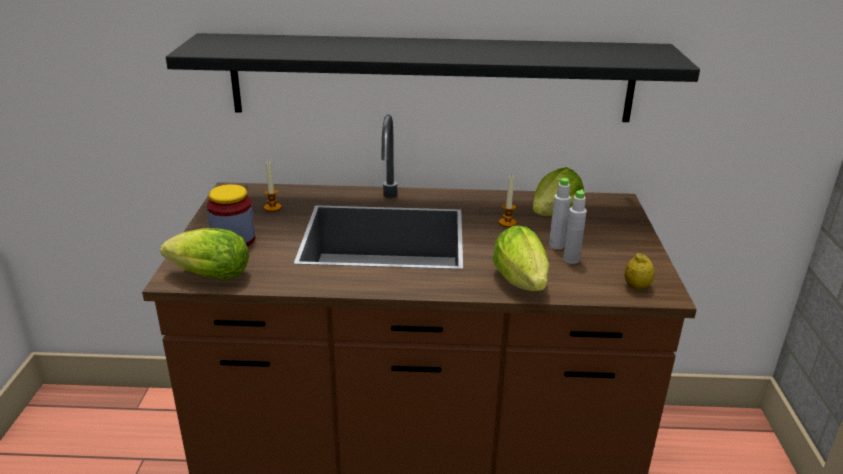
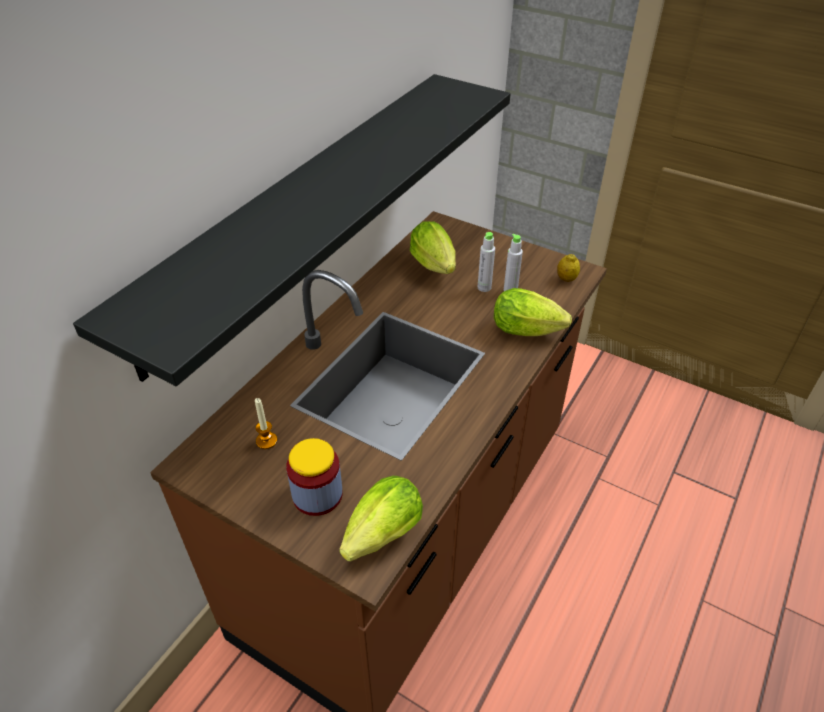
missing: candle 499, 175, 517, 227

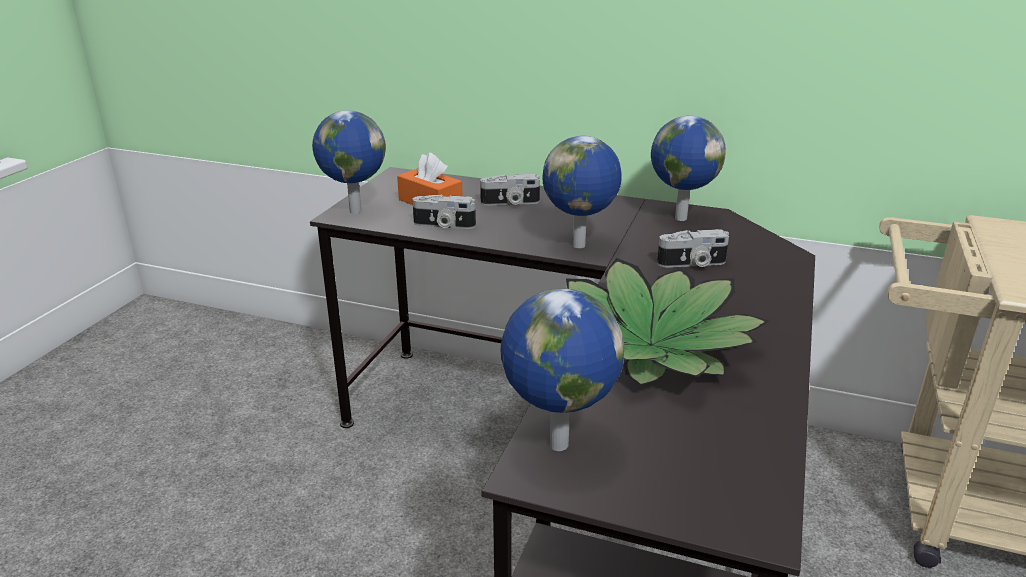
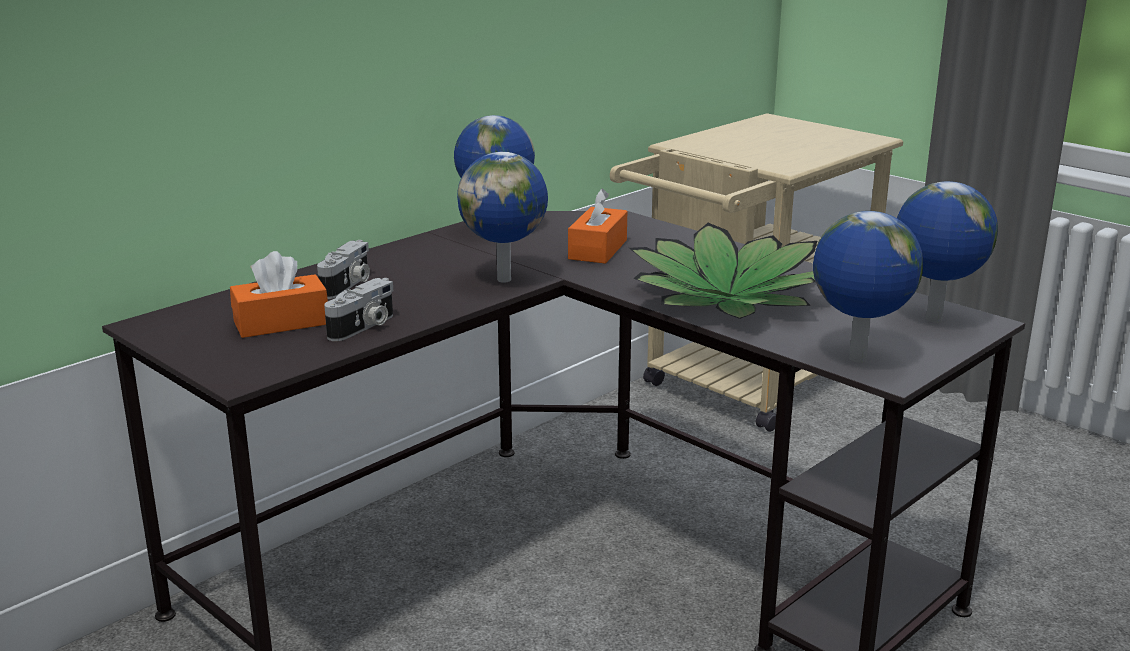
relocated: globe 312, 110, 386, 214 to 897, 181, 998, 323
exchanged: photo camera 657, 229, 729, 268 to orange tissue box 568, 189, 627, 264

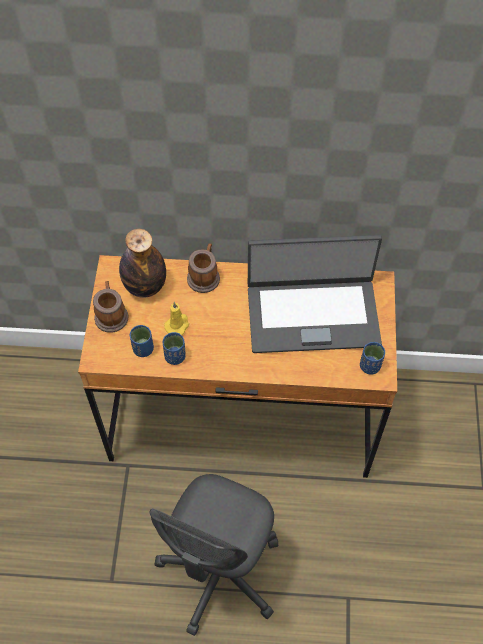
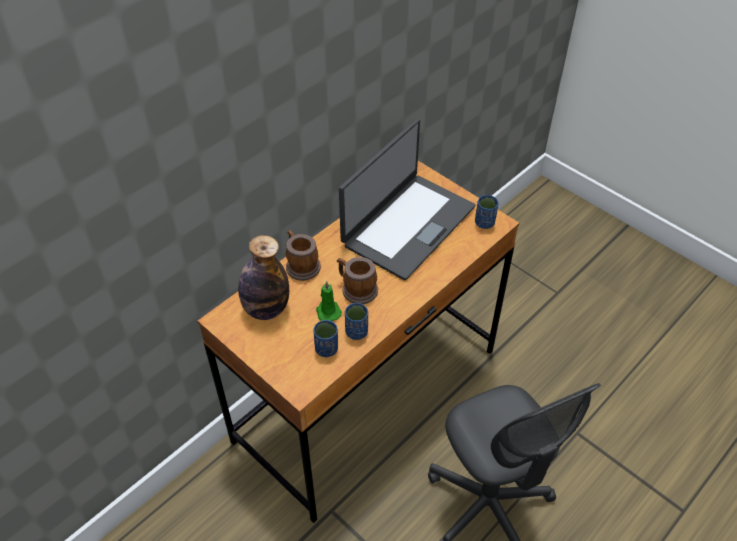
relocated: mug 93, 281, 129, 333 to 337, 257, 378, 304
colour: yellow candle 164, 302, 189, 335 to green candle 316, 281, 342, 321

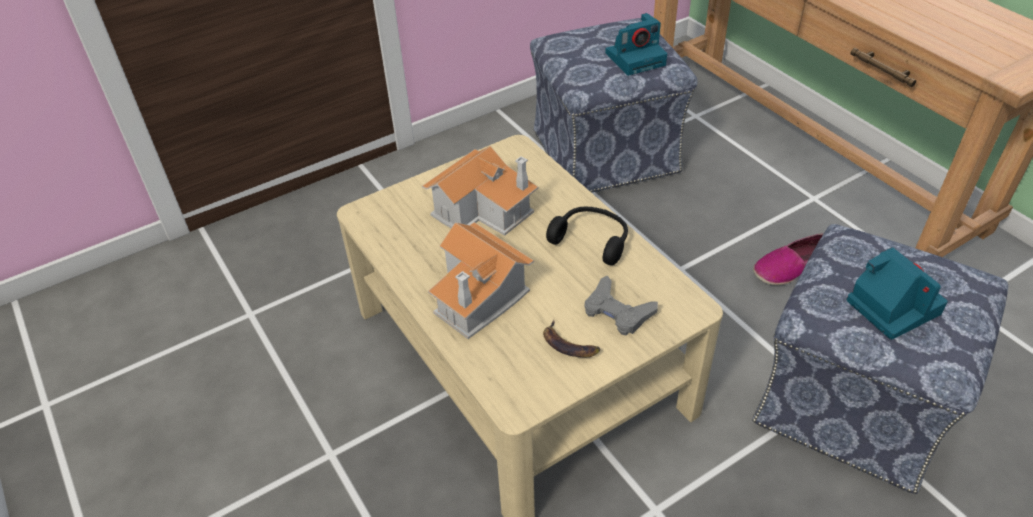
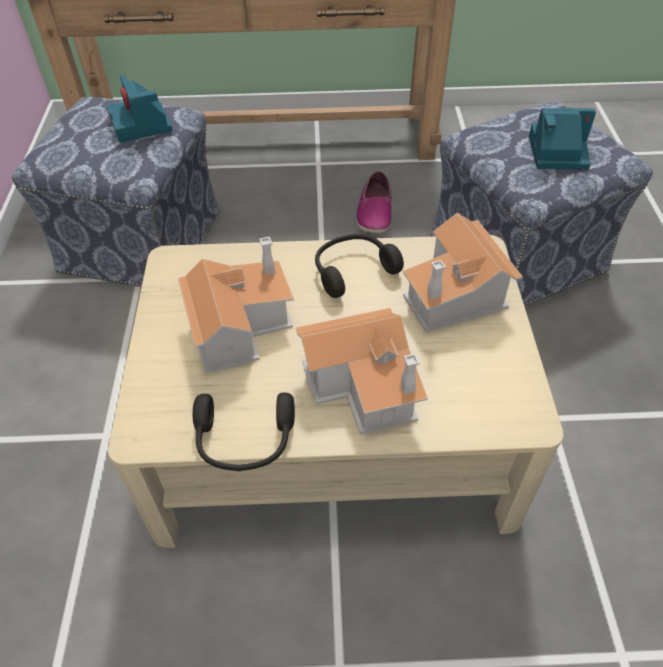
missing: banana 543, 320, 600, 357
appeared: black headphones 193, 393, 295, 471
exchanged: grey game controller 584, 276, 658, 336 to toy house 403, 213, 523, 332
spun: photo camera 605, 13, 667, 76 = 107, 75, 172, 143 150 degrees clockwise

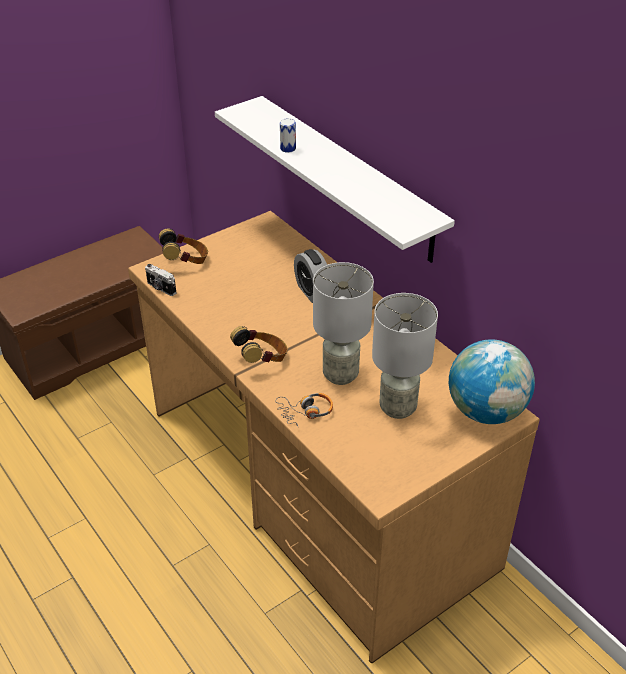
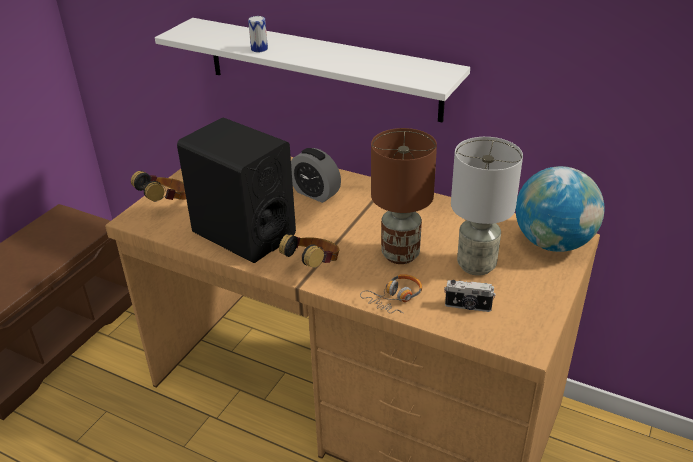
appeared: black speaker 177, 117, 296, 263
relocated: photo camera 145, 264, 176, 296 to 444, 280, 496, 312
colour: grey table lamp 313, 262, 374, 385 to brown table lamp 371, 128, 437, 264

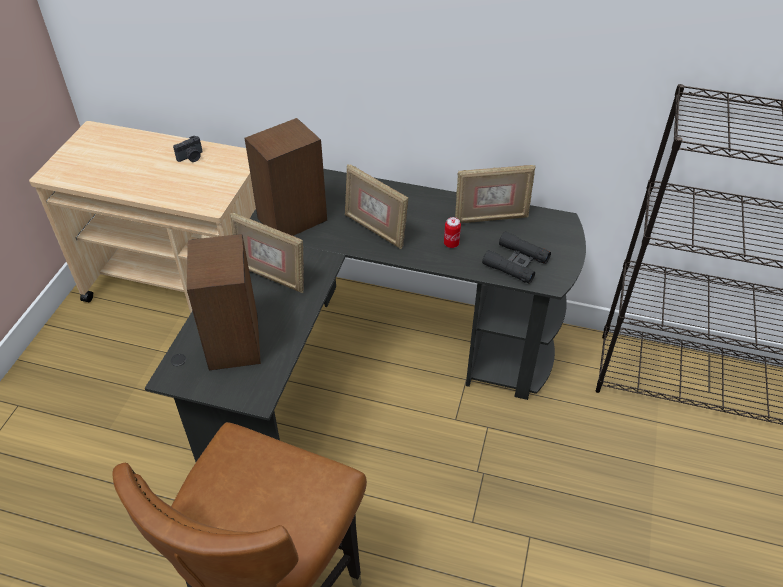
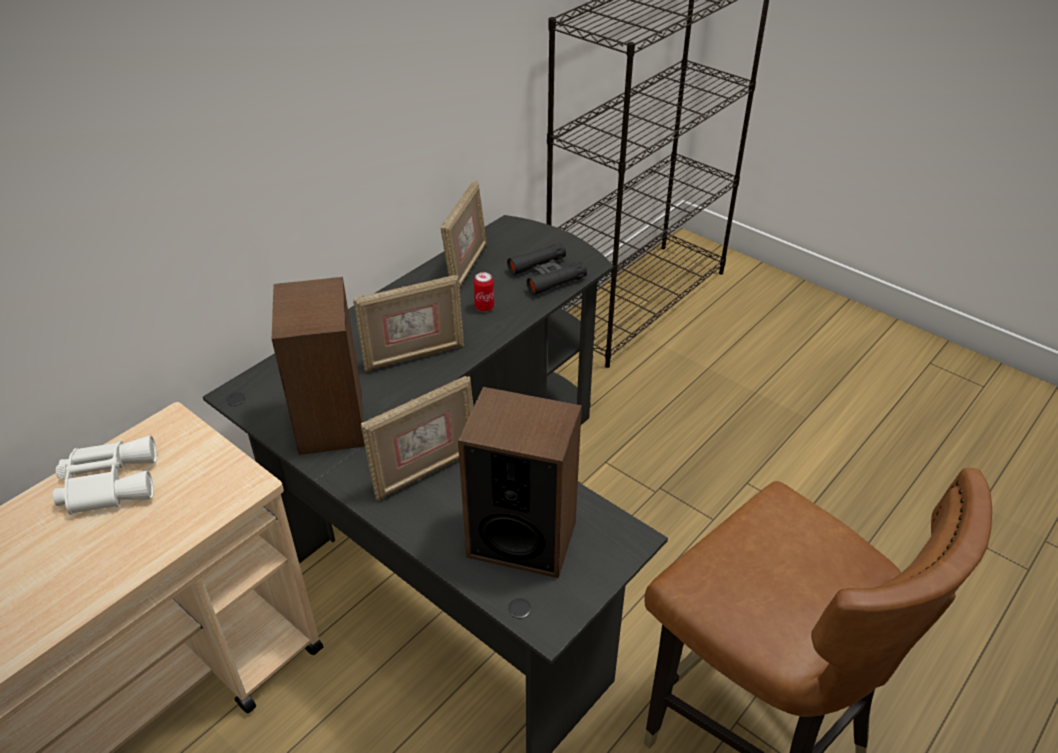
exchanged: photo camera 173, 136, 203, 162 to white binoculars 53, 436, 157, 515

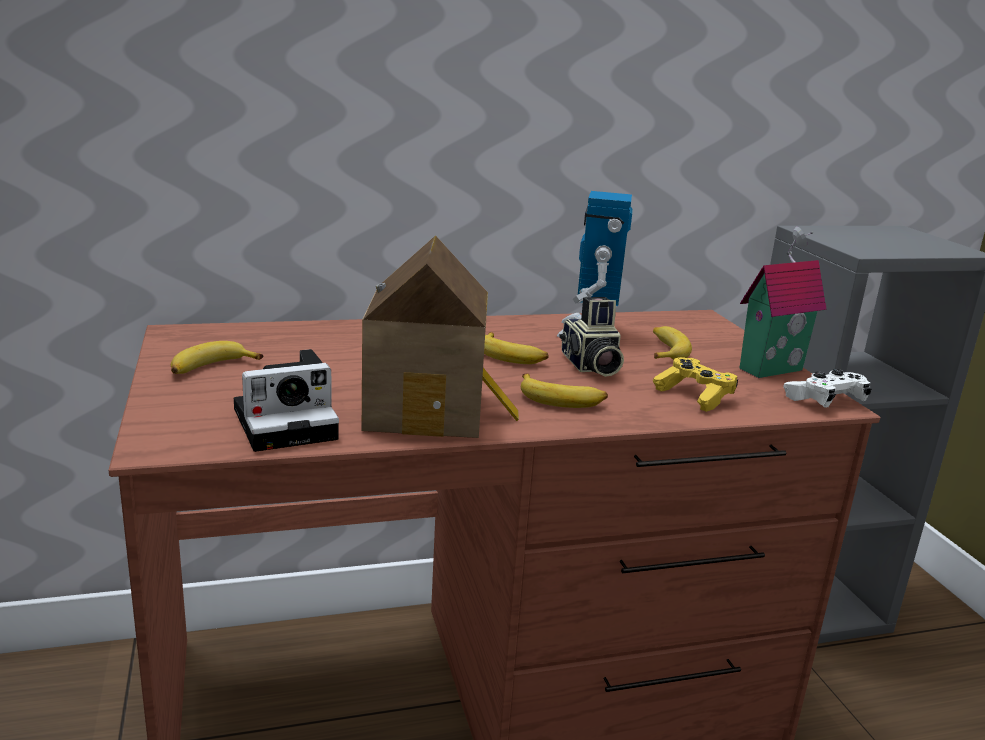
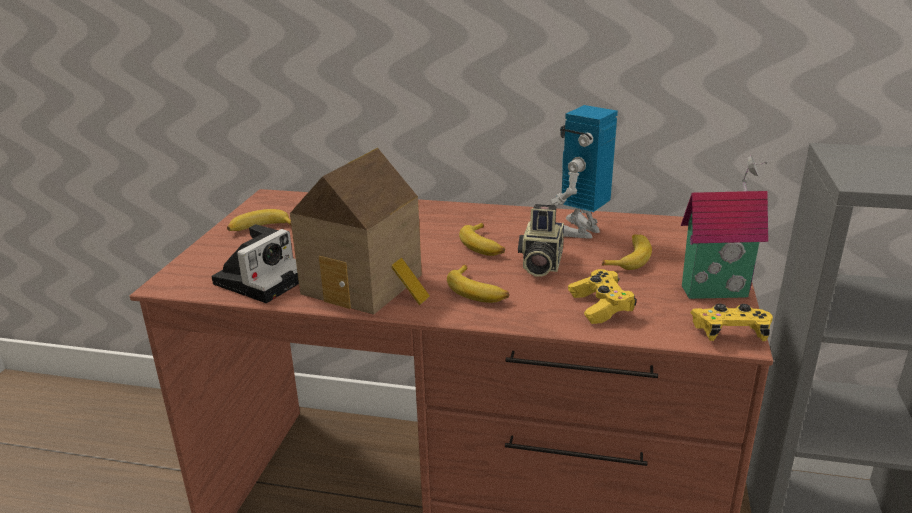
colour: white game controller 783, 369, 871, 407 to yellow game controller 690, 304, 773, 341
spun: photo camera 234, 349, 339, 452 = 211, 224, 299, 303 60 degrees counterclockwise

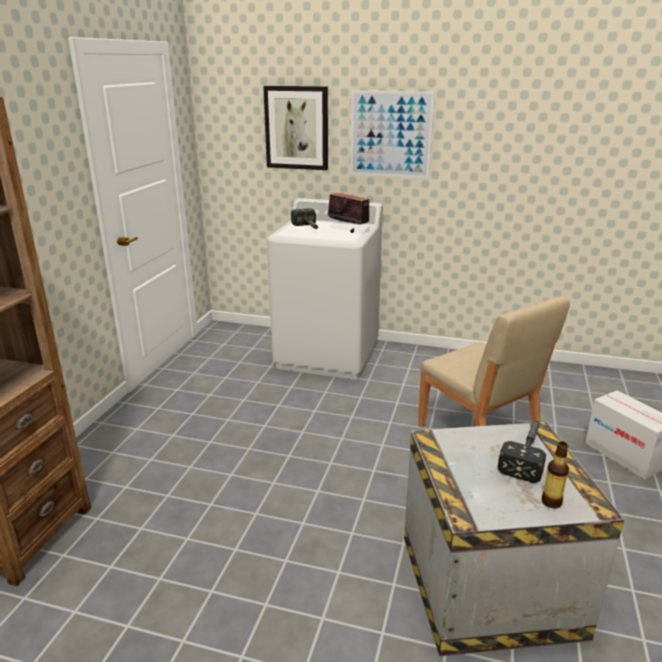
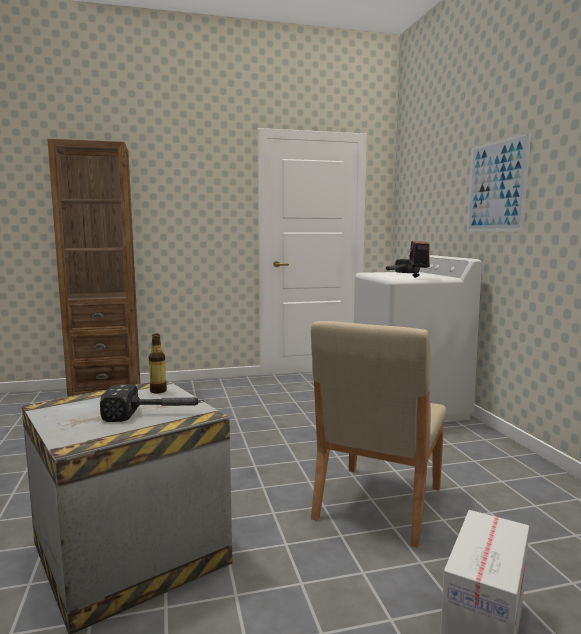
missing: picture 263, 86, 328, 170
relocated: bottle 542, 441, 569, 508 to 149, 334, 167, 394

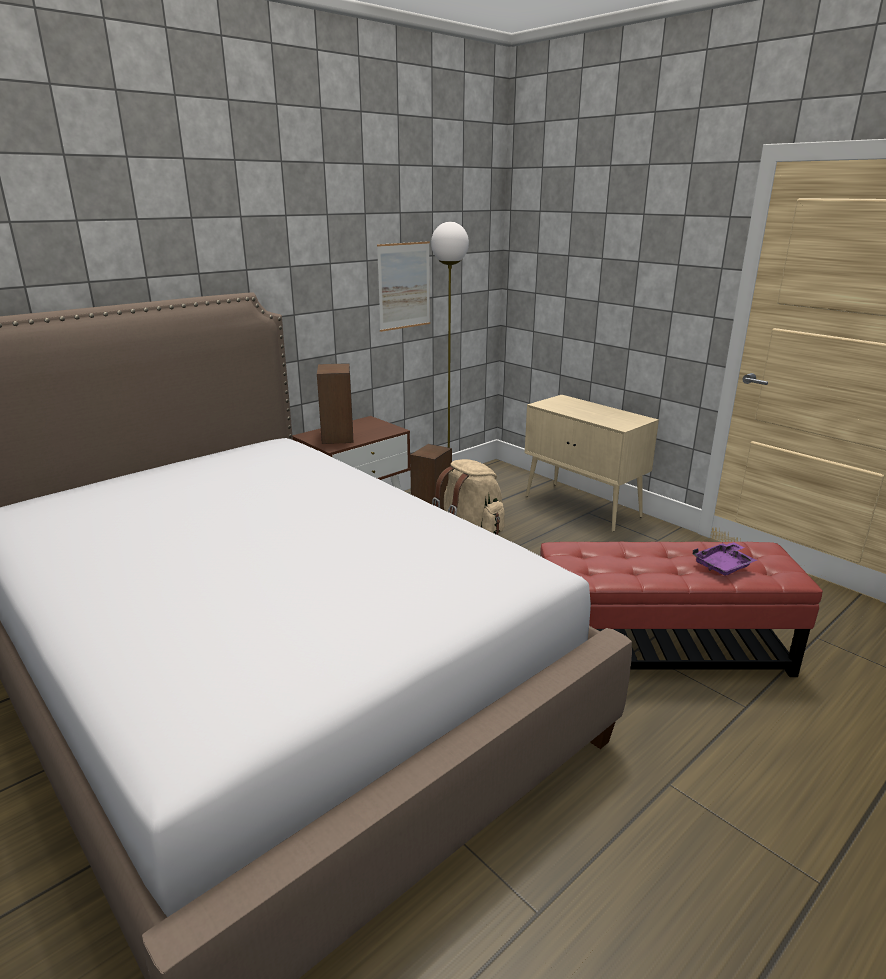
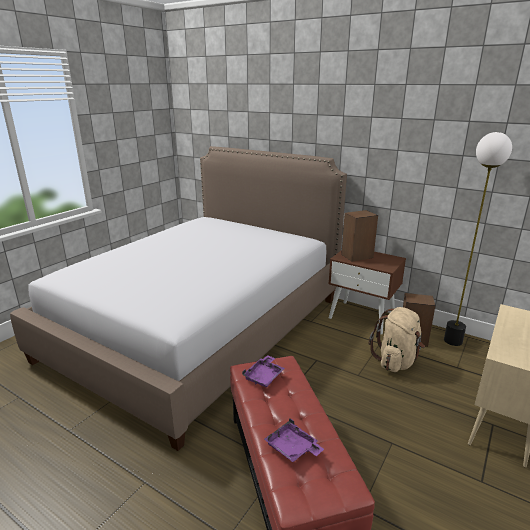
missing: picture 377, 241, 430, 332
appeared: purple tray 242, 355, 285, 387

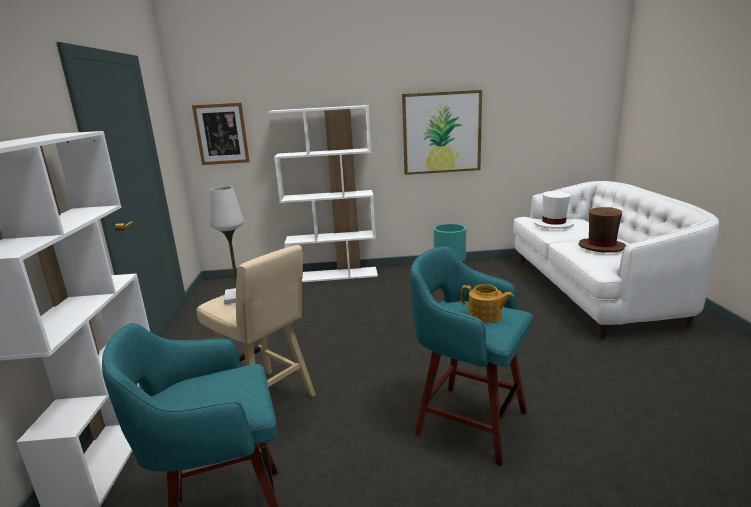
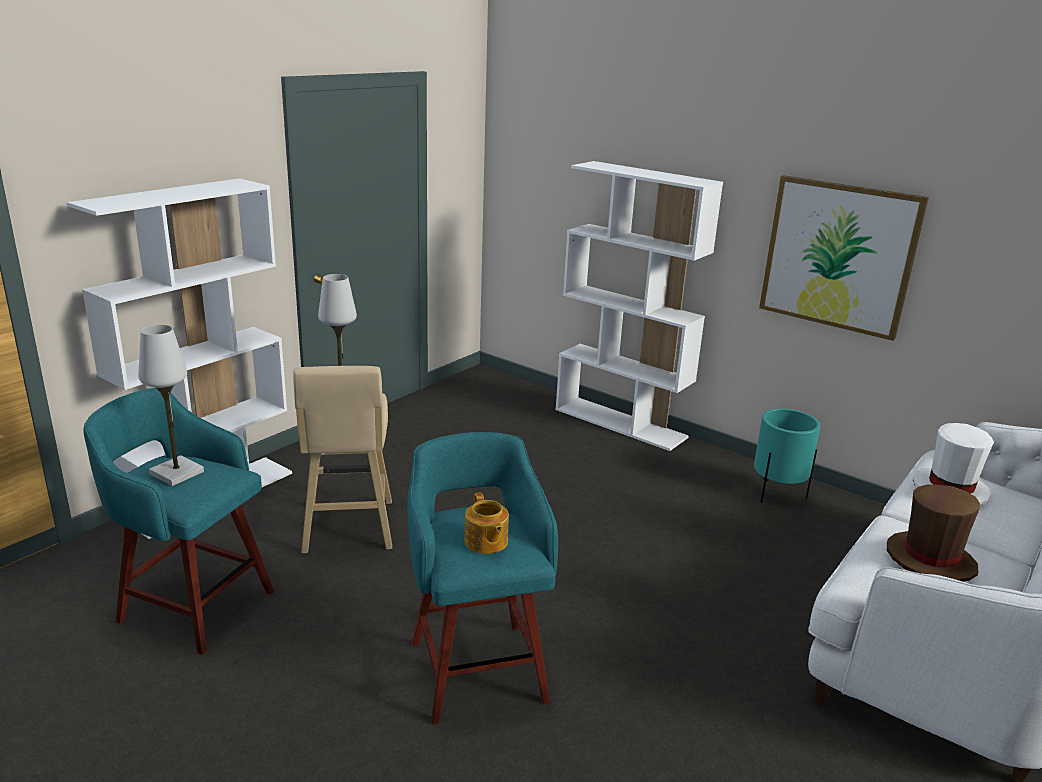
missing: picture 192, 103, 250, 165
appeared: white table lamp 138, 325, 204, 486

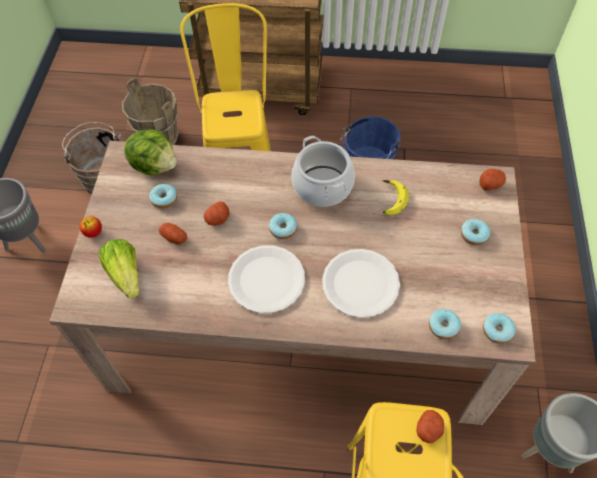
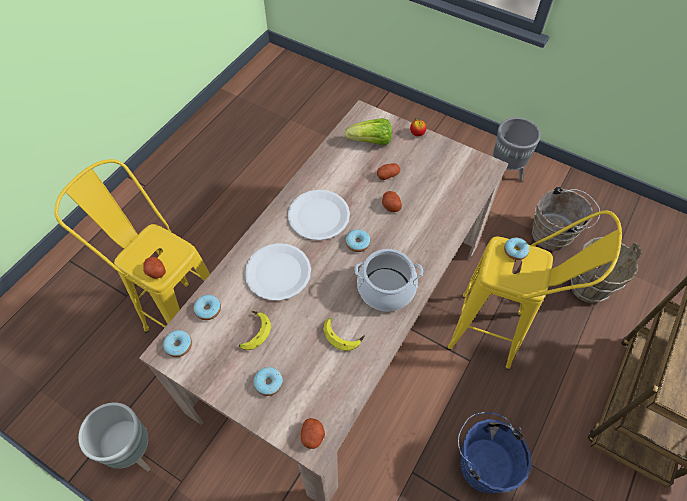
missing: lettuce 124, 130, 177, 175
appeared: banana 239, 311, 271, 350
relocated: donut 149, 184, 177, 209 to 504, 238, 529, 260

